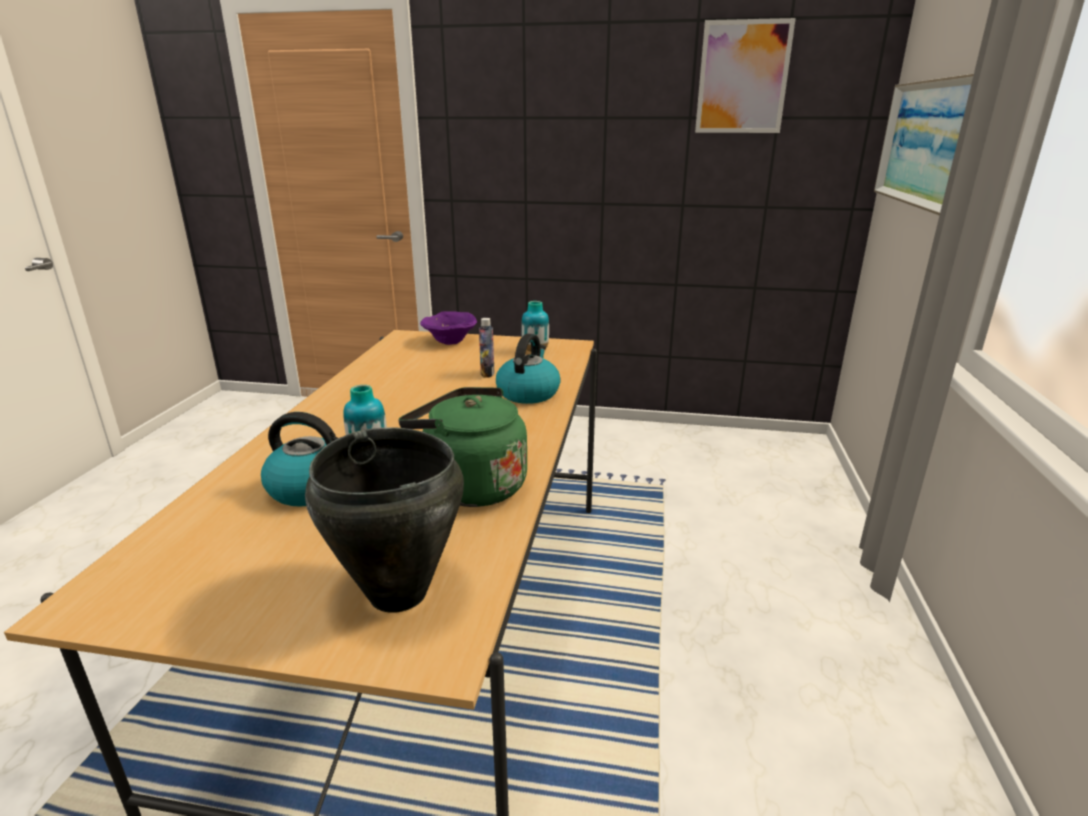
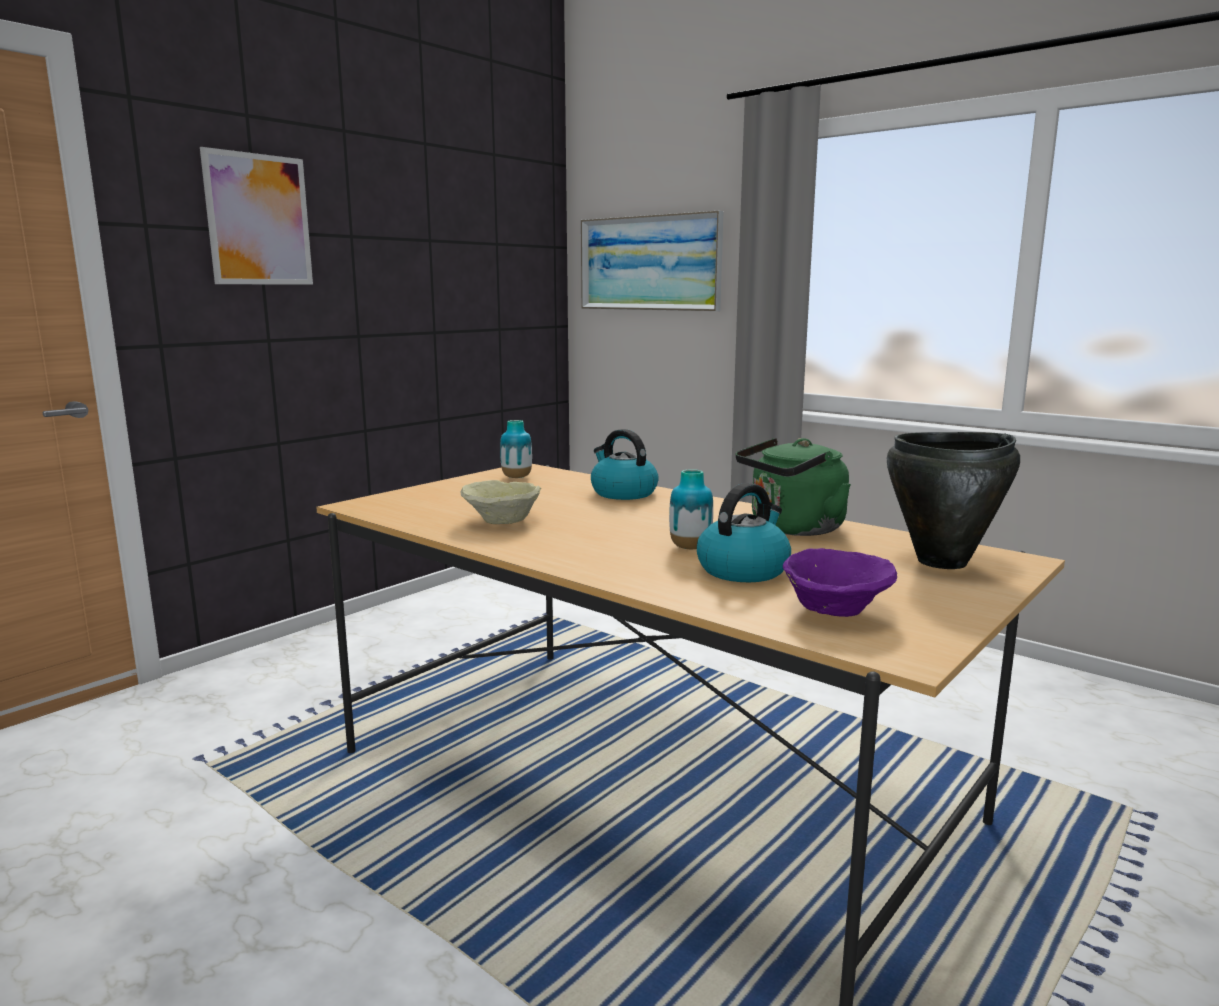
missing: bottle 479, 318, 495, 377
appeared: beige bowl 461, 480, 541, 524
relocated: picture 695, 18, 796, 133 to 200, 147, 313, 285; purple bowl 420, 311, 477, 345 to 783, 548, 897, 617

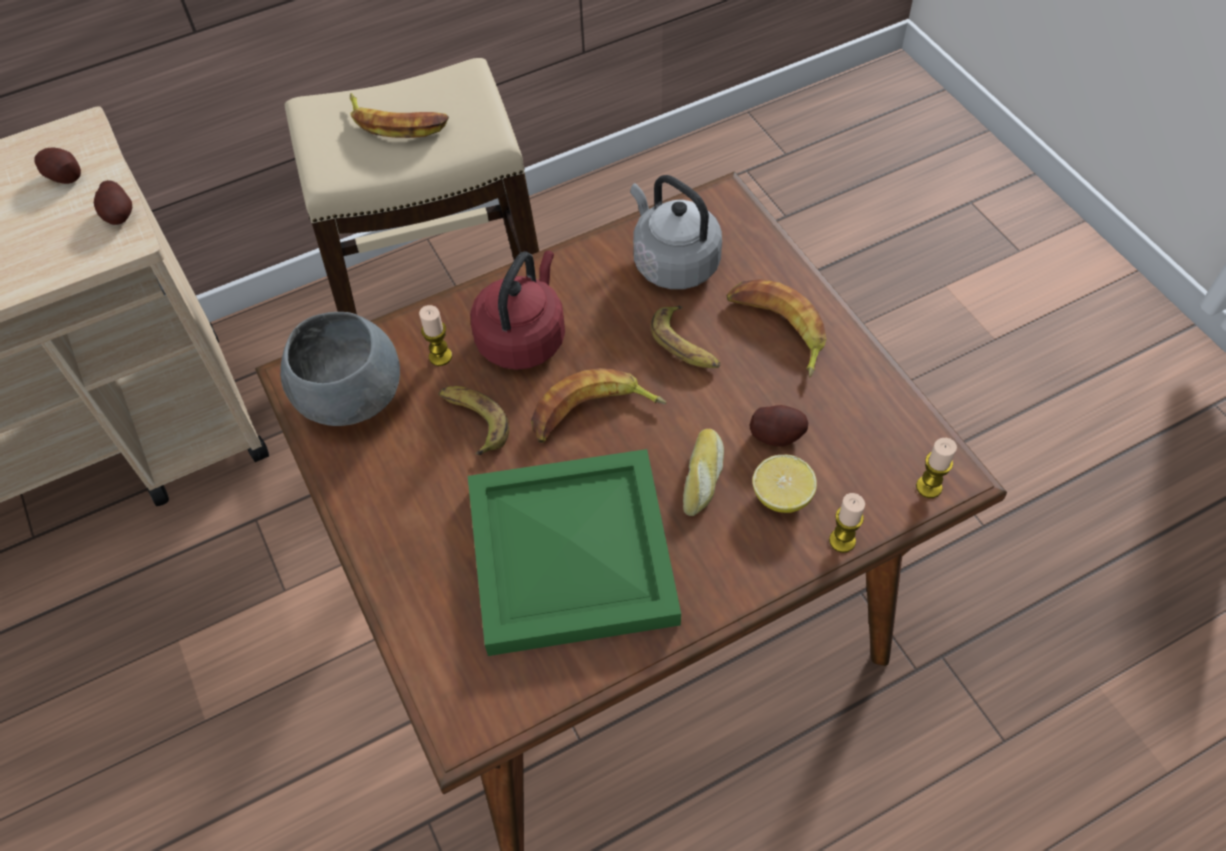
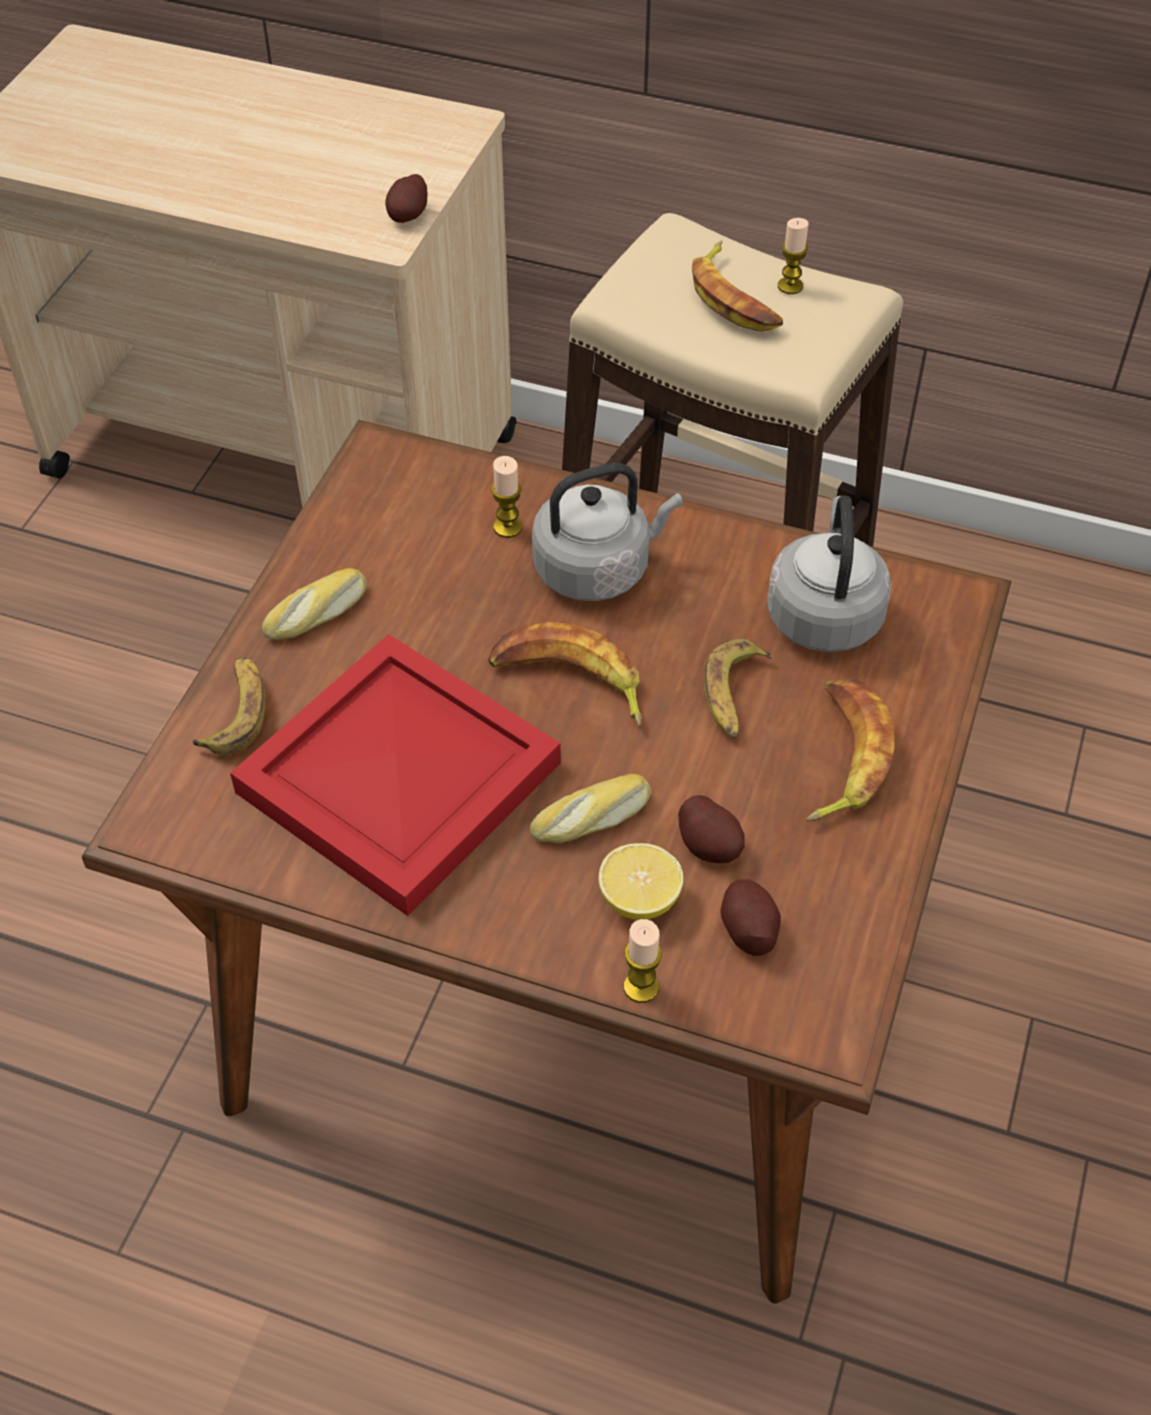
missing: grey bowl 280, 312, 400, 426
appeared: bread 262, 568, 367, 640
relocated: potato 34, 148, 81, 184 to 720, 879, 781, 956; banana 439, 386, 510, 455 to 192, 657, 266, 756; candle 916, 438, 957, 498 to 778, 218, 809, 294
colour: red kettle 470, 251, 565, 370 to grey kettle 532, 463, 683, 601; green tray 468, 449, 681, 656 to red tray 230, 634, 561, 916

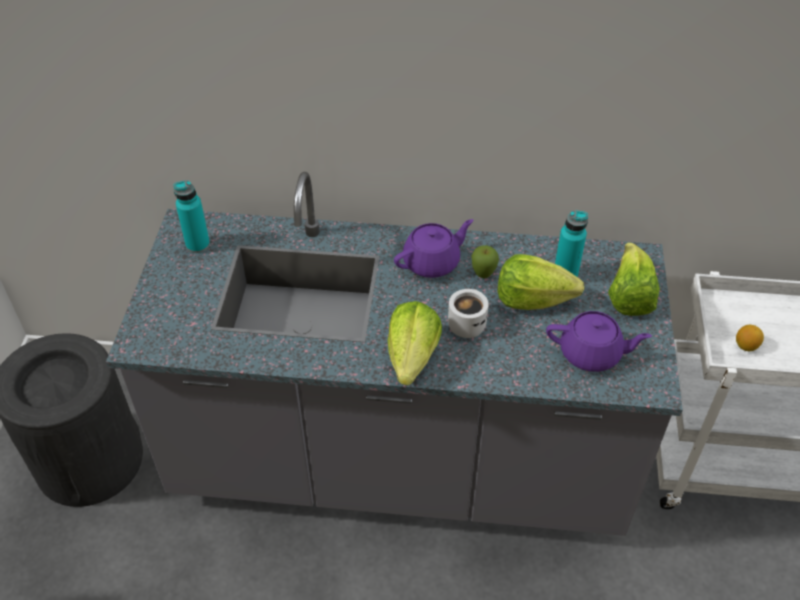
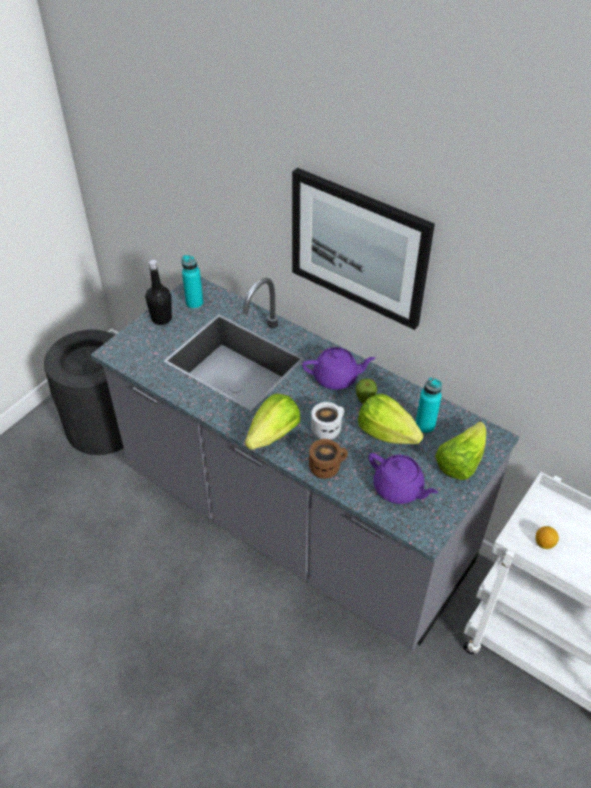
appeared: picture 292, 168, 435, 330; black bottle 145, 260, 172, 325; brown mug 309, 439, 348, 479

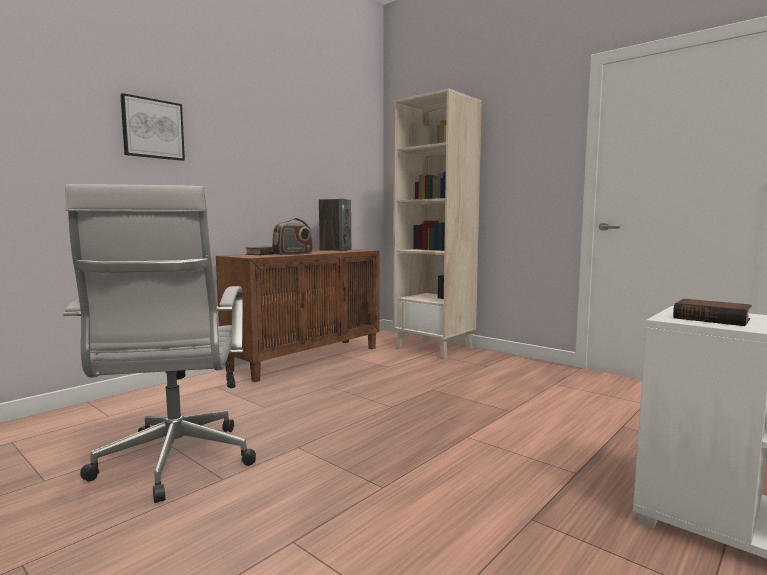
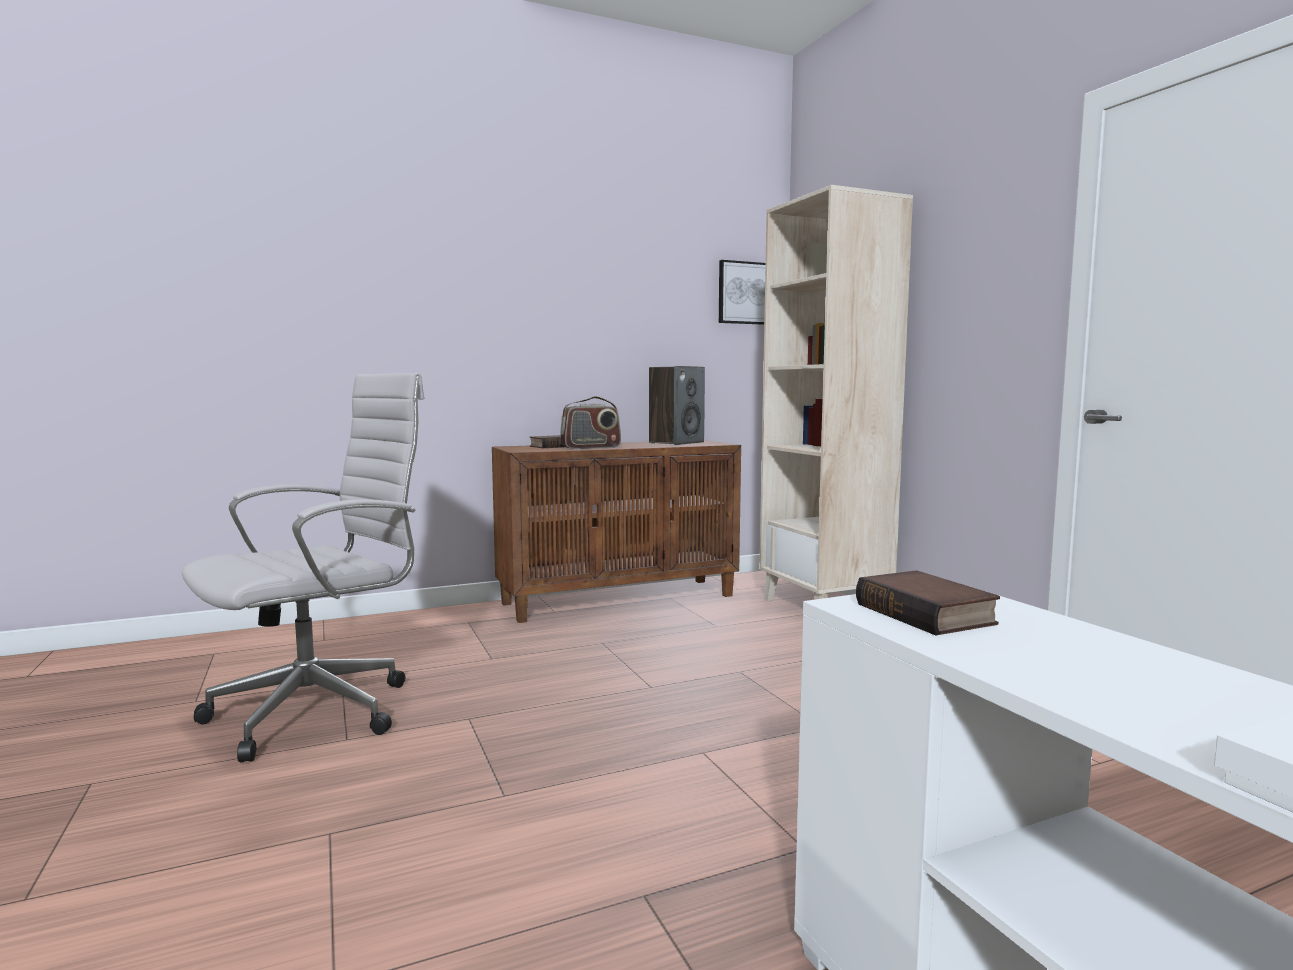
relocated: picture 120, 93, 185, 161 to 719, 260, 766, 325
spun: white office chair 63, 184, 256, 503 = 182, 373, 424, 762 150 degrees counterclockwise

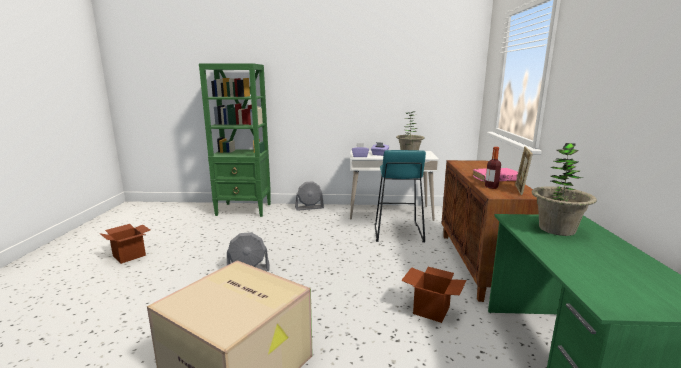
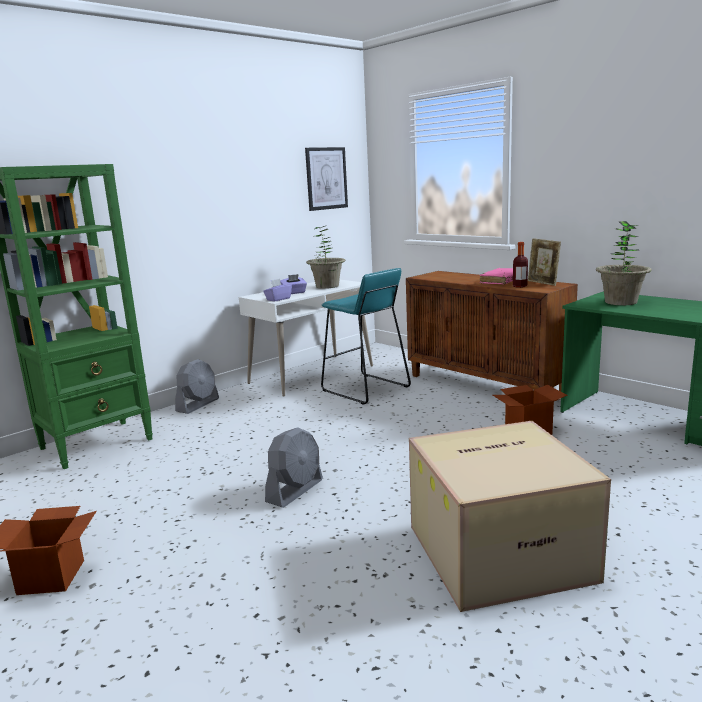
appeared: picture 305, 147, 348, 211

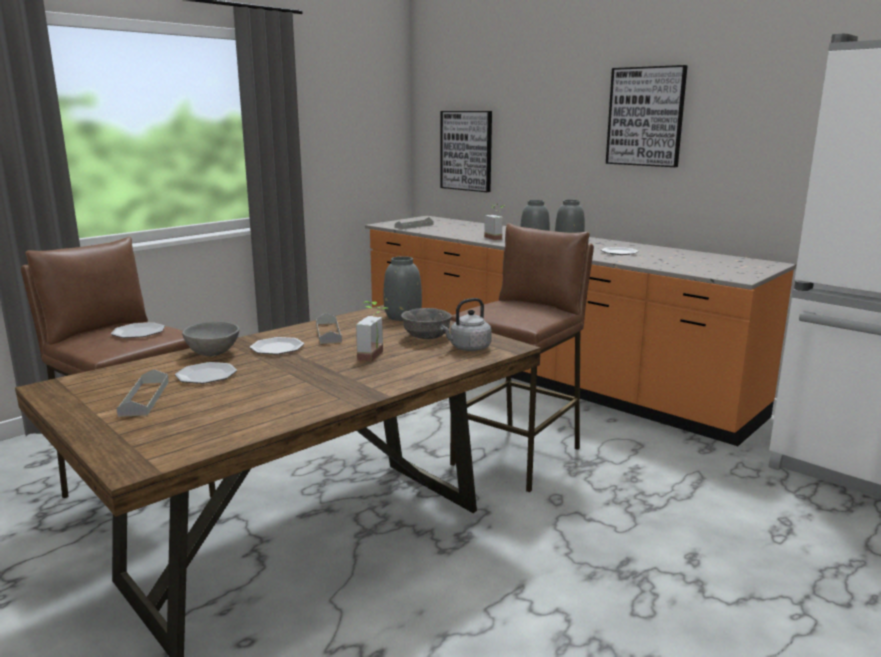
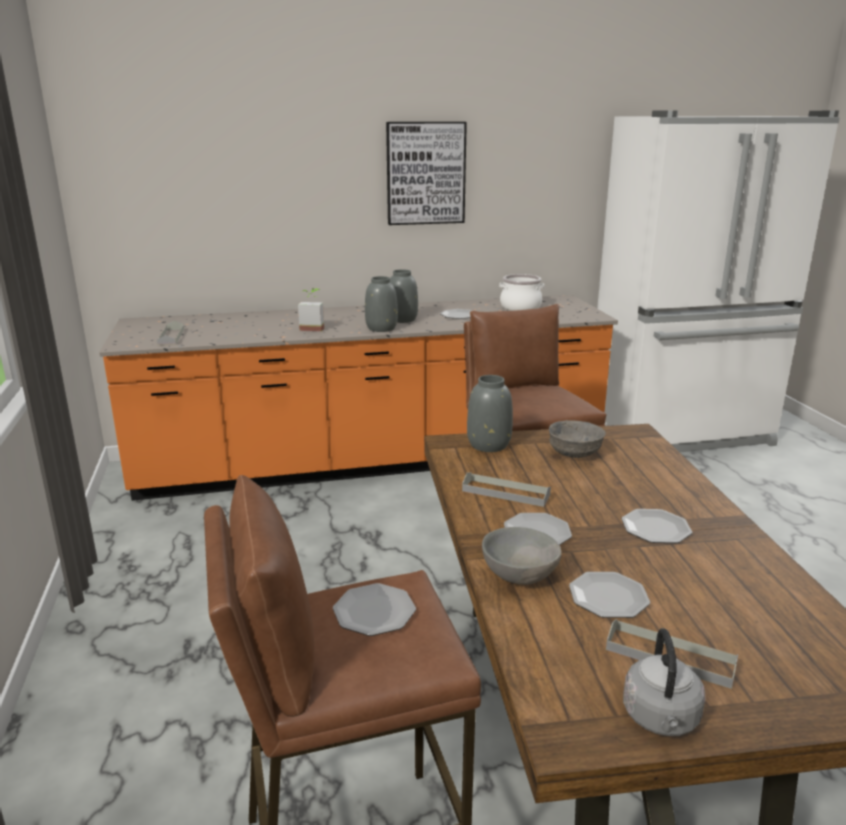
missing: picture 440, 111, 492, 192; potted plant 356, 301, 389, 362
appeared: cooking pot 499, 274, 544, 311; plate 622, 509, 692, 543
relocated: grey kettle 440, 298, 492, 351 to 623, 628, 706, 736

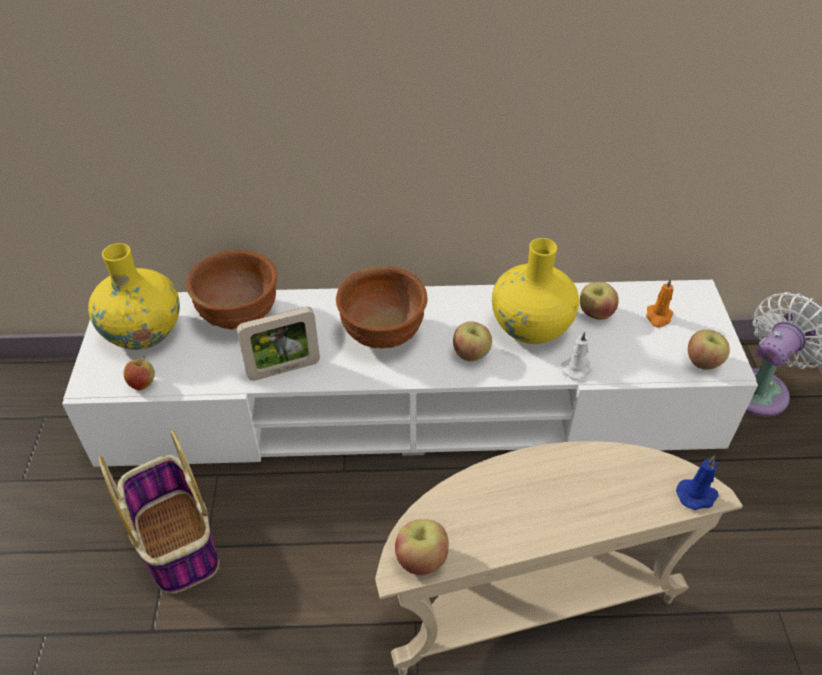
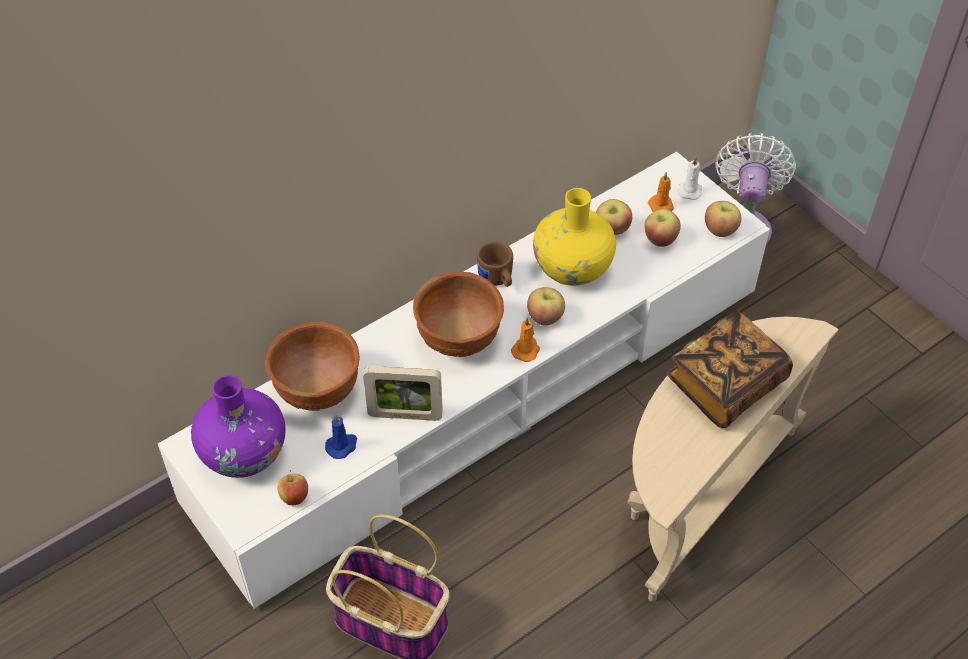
appeared: brown mug 477, 241, 513, 287; book 667, 311, 793, 428; orange candle 511, 317, 540, 362
relocated: white candle 561, 331, 591, 380 to 677, 157, 702, 200; blue candle 676, 455, 719, 510 to 325, 414, 357, 459; apple 395, 519, 449, 575 to 644, 209, 681, 247
colour: yellow vase 88, 243, 180, 350 to purple vase 191, 375, 286, 478
spun: picture frame 237, 307, 320, 381 = 363, 366, 443, 421 60 degrees clockwise

